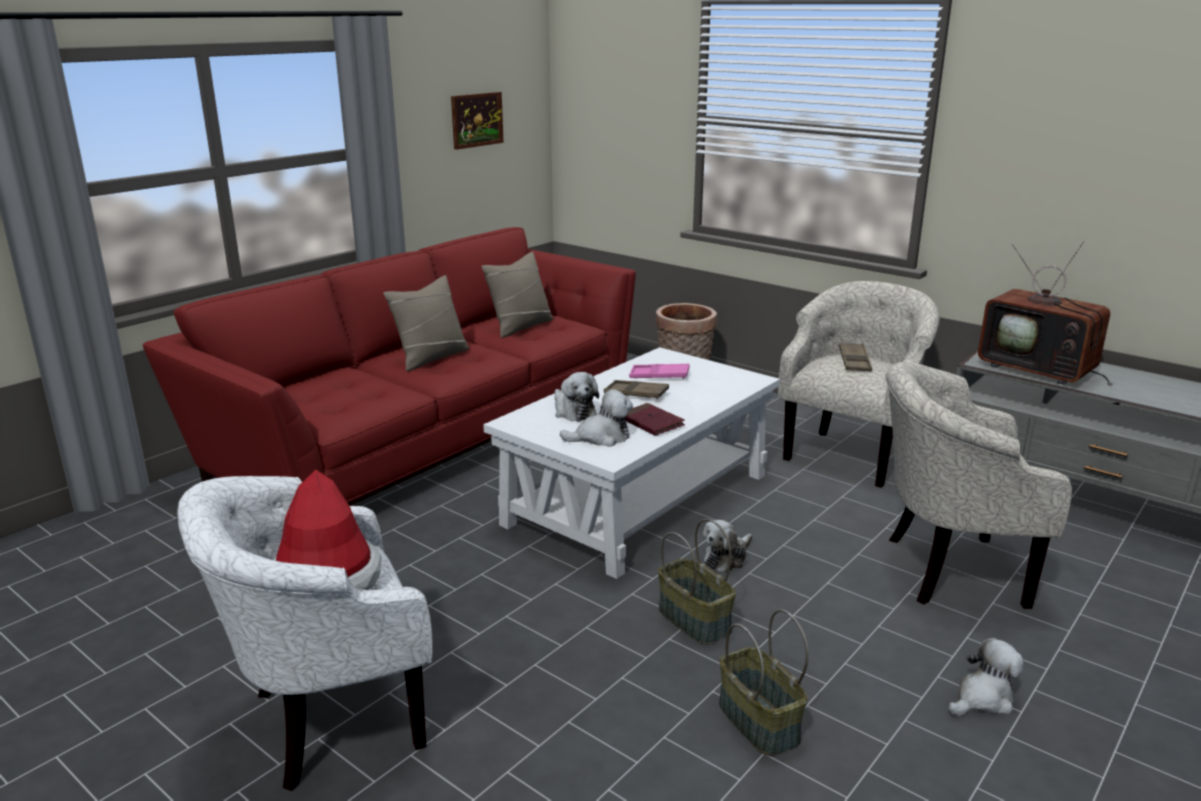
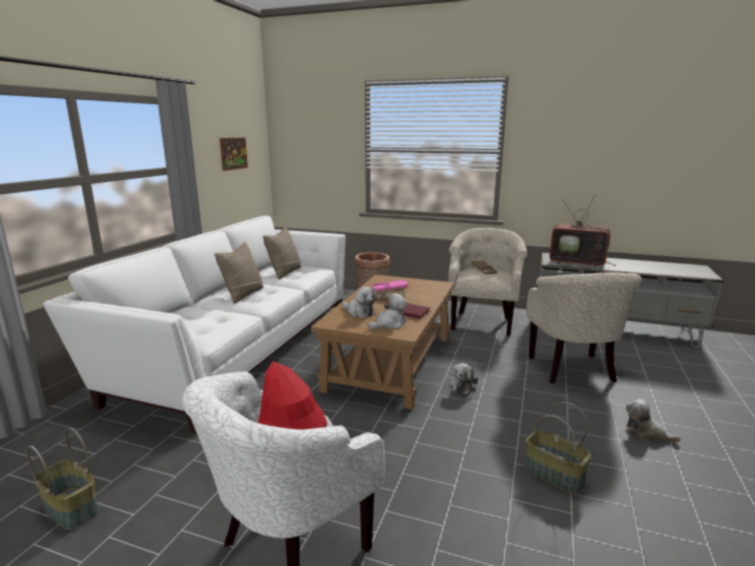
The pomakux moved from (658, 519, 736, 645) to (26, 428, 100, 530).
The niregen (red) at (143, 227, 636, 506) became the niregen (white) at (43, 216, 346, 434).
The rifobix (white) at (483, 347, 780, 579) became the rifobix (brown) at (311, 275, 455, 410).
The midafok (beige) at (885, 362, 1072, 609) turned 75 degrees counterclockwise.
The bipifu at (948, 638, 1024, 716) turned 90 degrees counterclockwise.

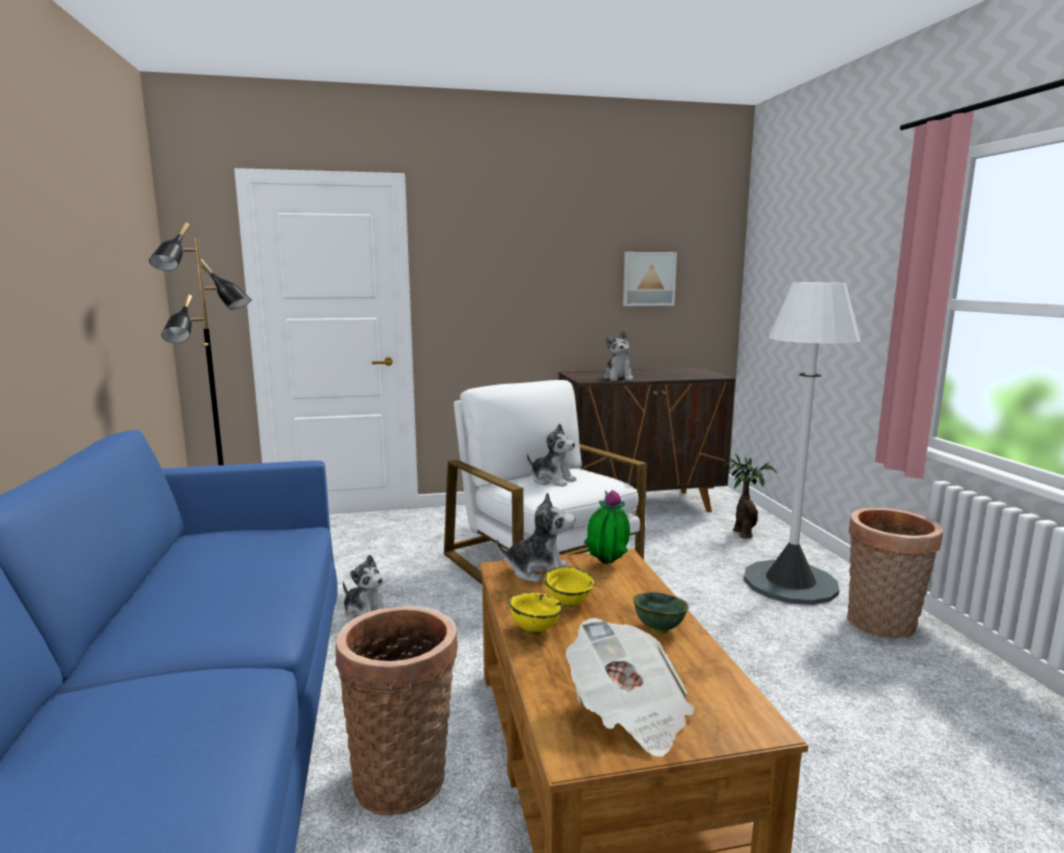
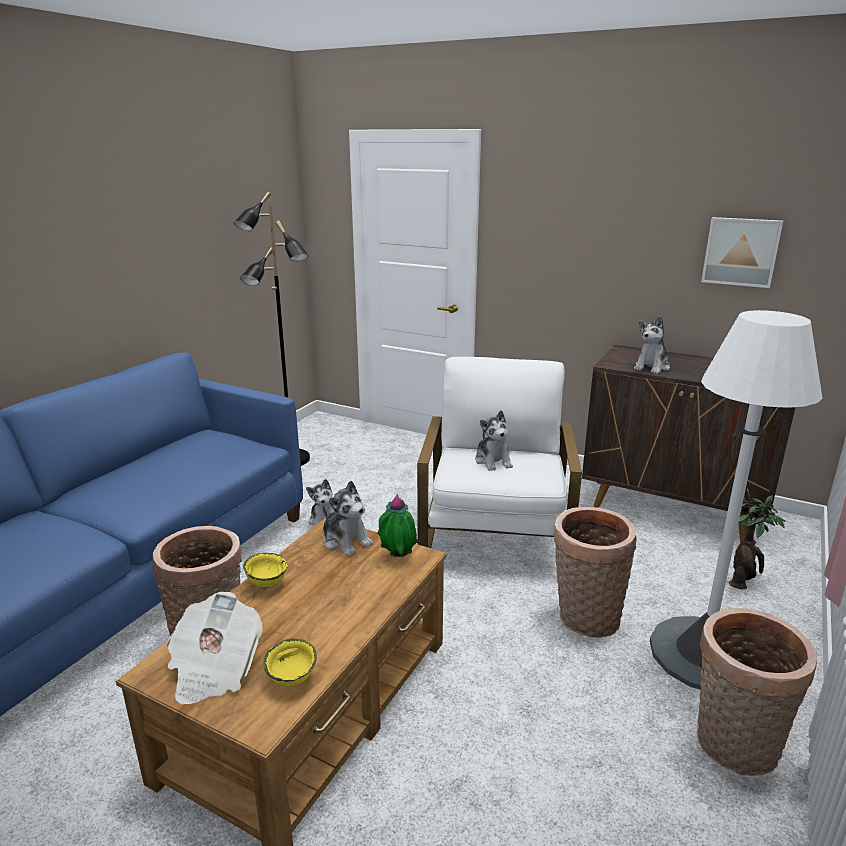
The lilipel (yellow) moved from (544, 566, 594, 607) to (263, 639, 317, 687).
The pomakux at (553, 507, 637, 638) appeared.
The lilipel (green) at (633, 592, 689, 634) disappeared.

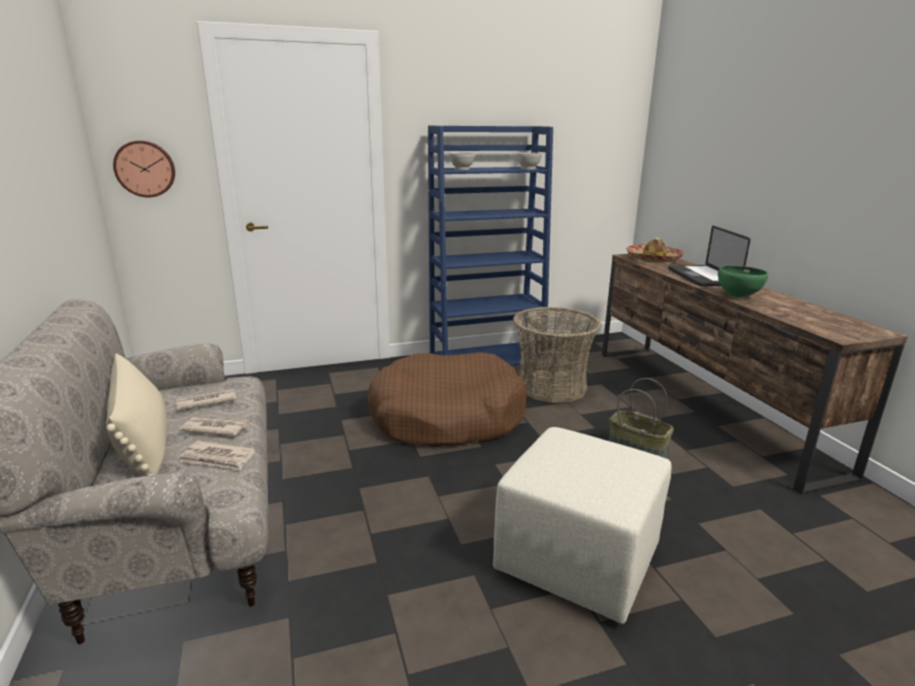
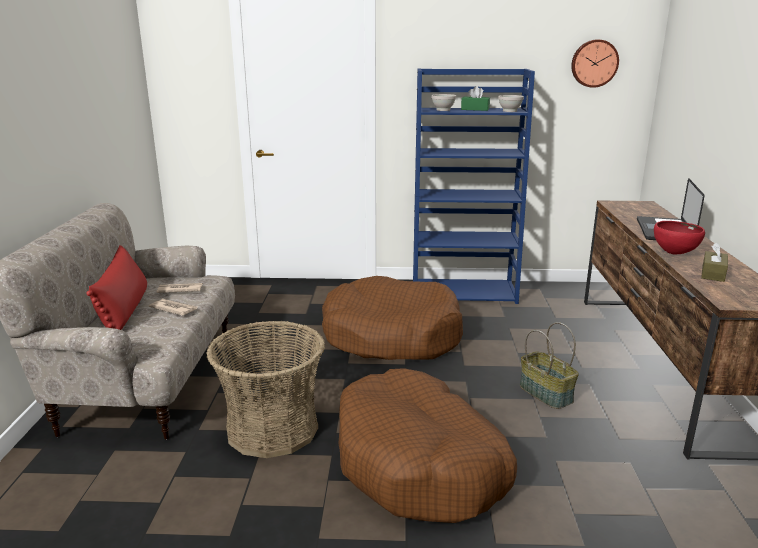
The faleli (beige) at (106, 354, 167, 476) became the faleli (red) at (86, 245, 147, 330).
The pomakux moved from (513, 307, 602, 403) to (207, 321, 325, 458).
The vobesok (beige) at (493, 427, 671, 624) was replaced by the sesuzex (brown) at (338, 368, 517, 523).
The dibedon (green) at (461, 86, 490, 111) appeared.
The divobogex moved from (113, 140, 175, 198) to (571, 40, 619, 88).
The lilipel (green) at (718, 265, 768, 298) became the lilipel (red) at (654, 221, 705, 254).
The dibedon (brown) at (701, 242, 728, 282) appeared.
The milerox at (180, 440, 255, 471) disappeared.
The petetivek at (626, 238, 684, 263) disappeared.

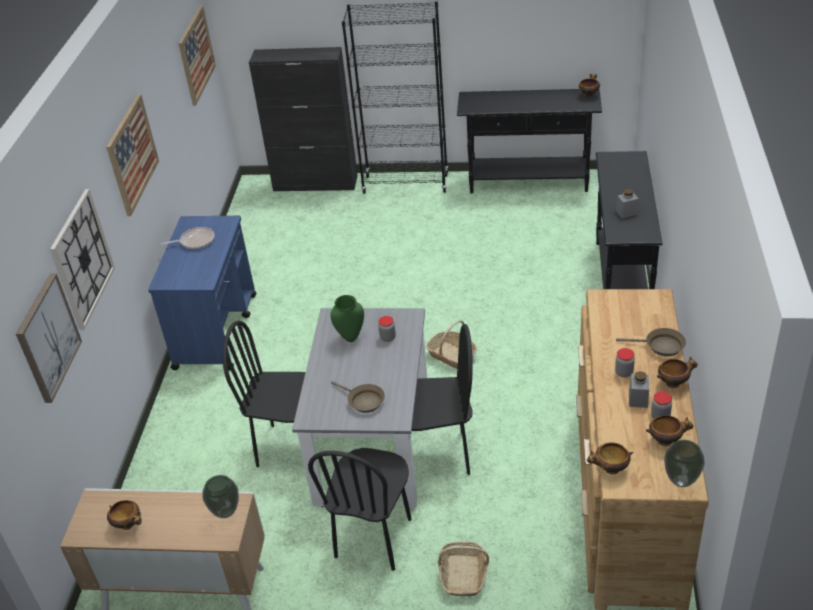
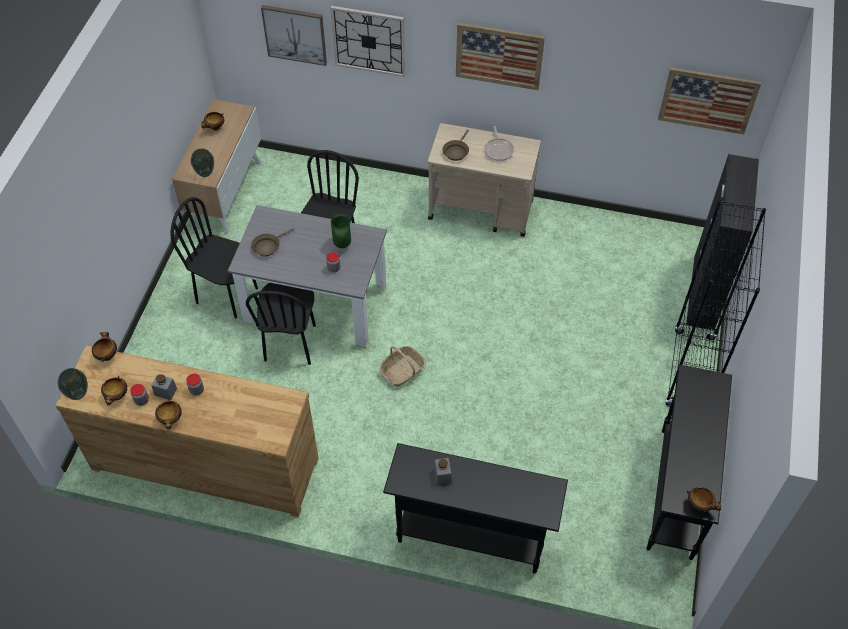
The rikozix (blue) at (148, 216, 256, 371) became the rikozix (beige) at (428, 123, 541, 237).
The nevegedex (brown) moved from (616, 328, 686, 357) to (442, 130, 469, 161).
The pomakux at (438, 541, 489, 596) disappeared.

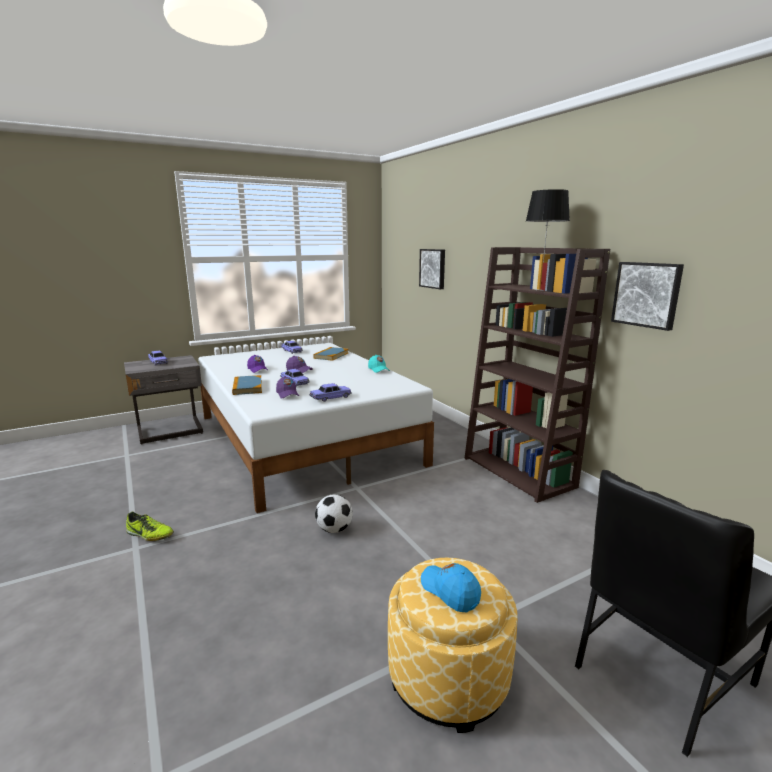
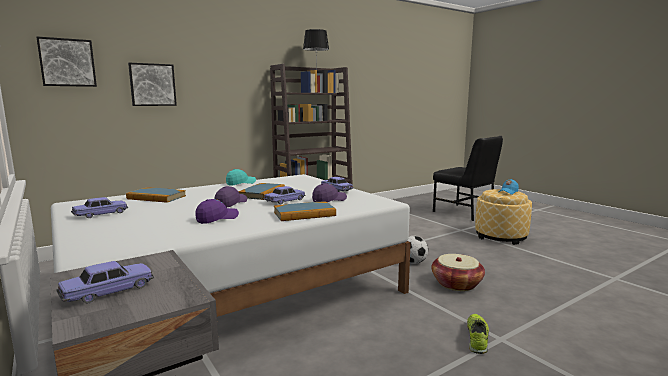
The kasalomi moved from (611, 262, 684, 331) to (36, 36, 97, 87).
The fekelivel at (238, 183, 285, 200) appeared.
The pomakux at (431, 254, 485, 291) appeared.

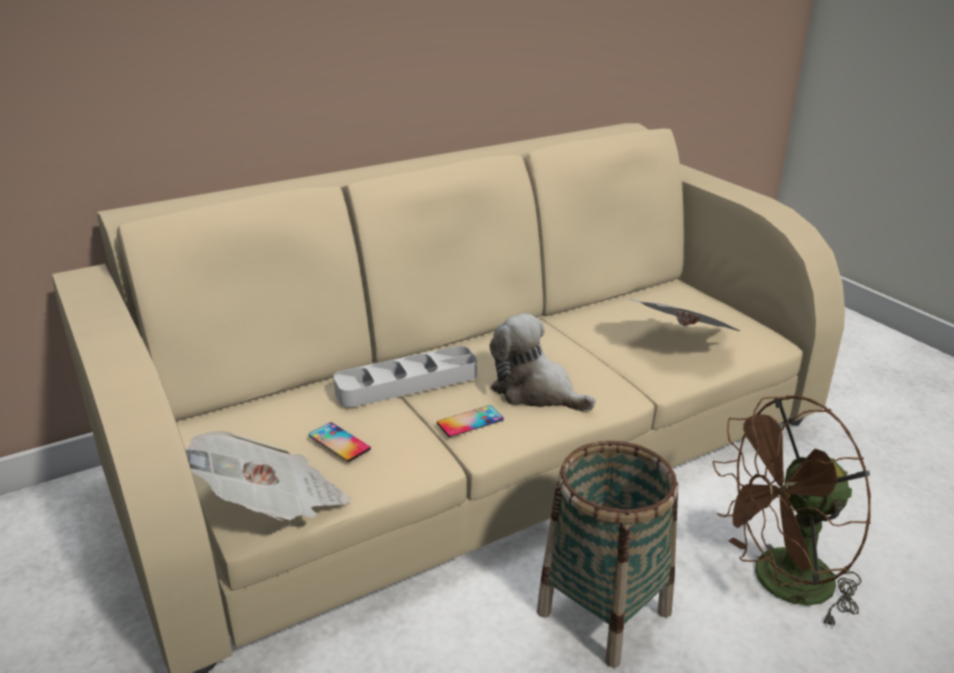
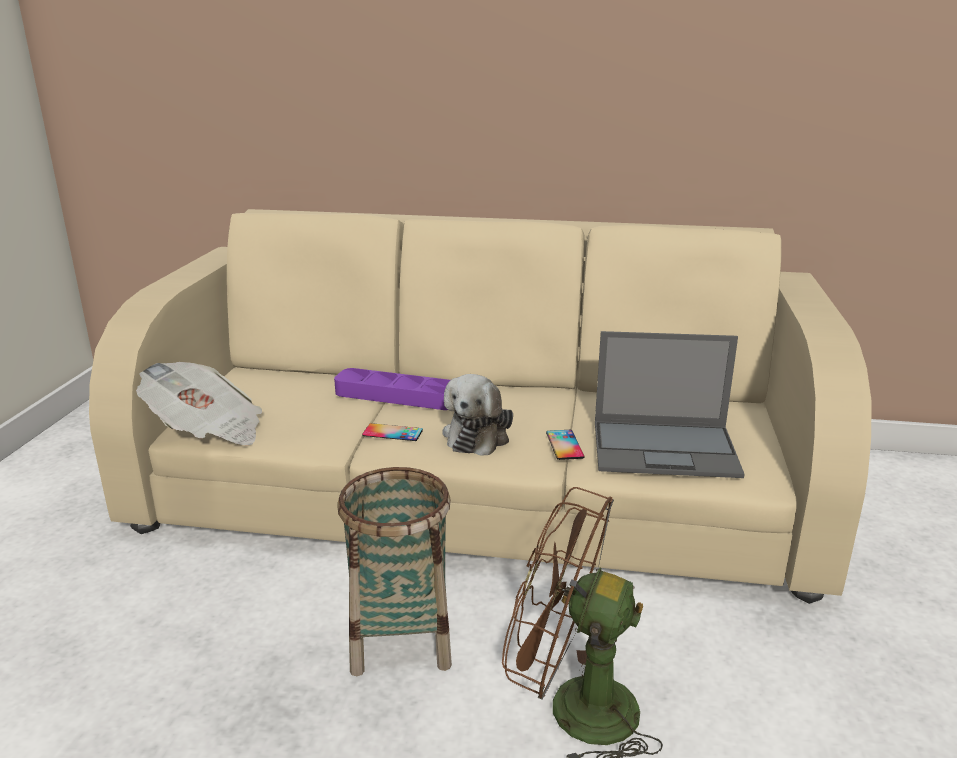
The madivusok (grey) at (333, 346, 477, 408) became the madivusok (purple) at (334, 368, 450, 410).
The bipifu at (489, 313, 596, 411) turned 150 degrees counterclockwise.
The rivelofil moved from (308, 422, 371, 462) to (546, 430, 585, 460).
The milerox at (629, 299, 740, 331) was replaced by the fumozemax at (595, 331, 745, 478).

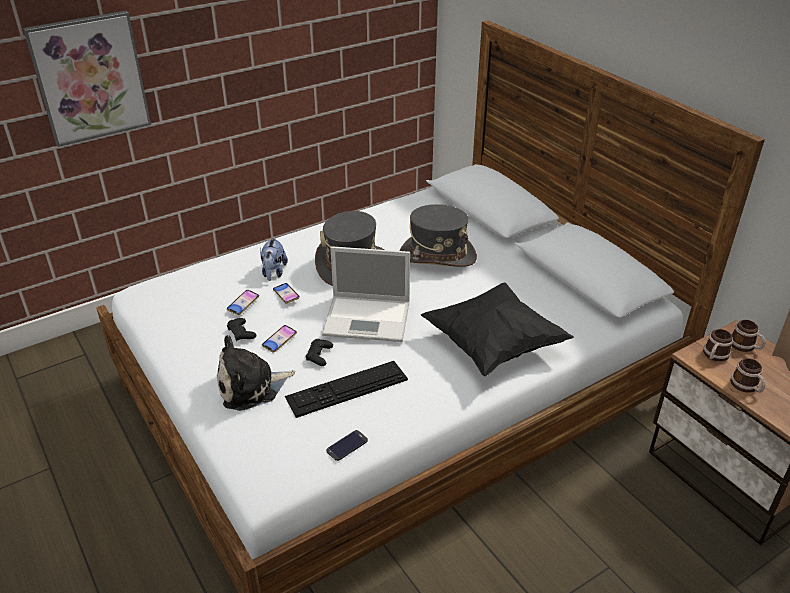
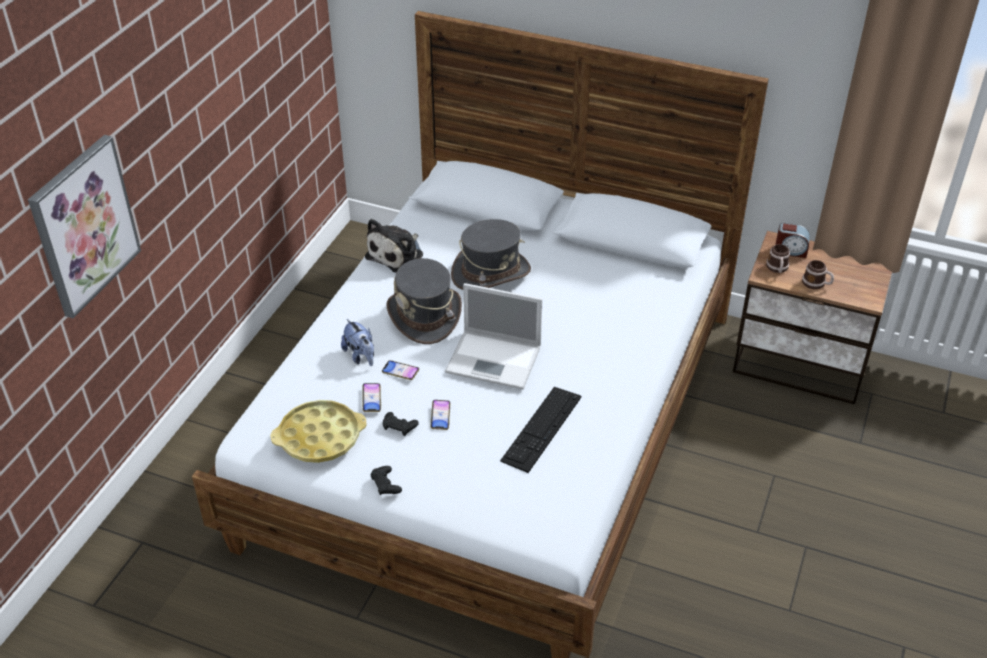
The madivusok (yellow) at (270, 400, 366, 463) appeared.
The bipifu moved from (217, 335, 295, 411) to (365, 219, 423, 272).
The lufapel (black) moved from (306, 339, 333, 366) to (370, 466, 402, 495).
The fumozemax at (322, 246, 410, 342) turned 45 degrees clockwise.
The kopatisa at (731, 320, 766, 352) was replaced by the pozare at (775, 222, 810, 258).
The rivelofil at (326, 430, 368, 461) disappeared.
The faleli (black) at (421, 283, 574, 376) disappeared.

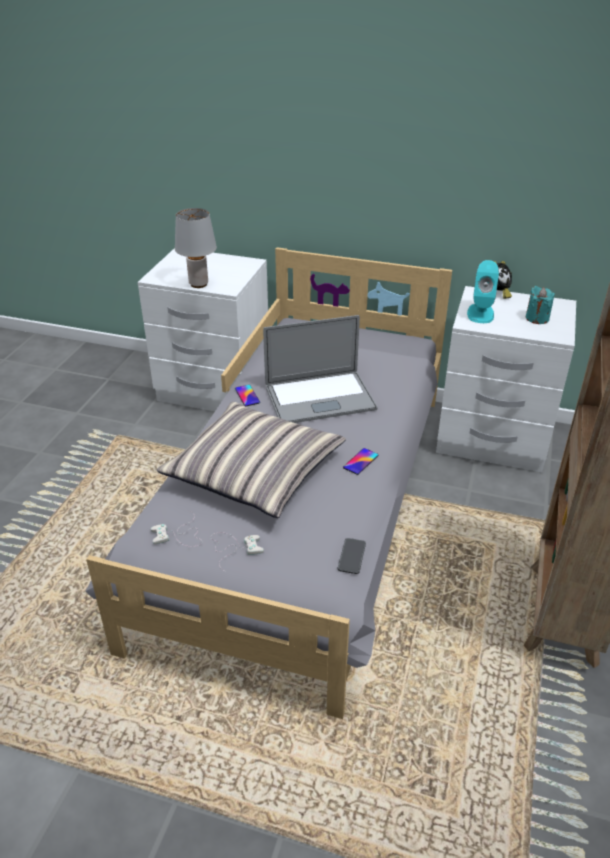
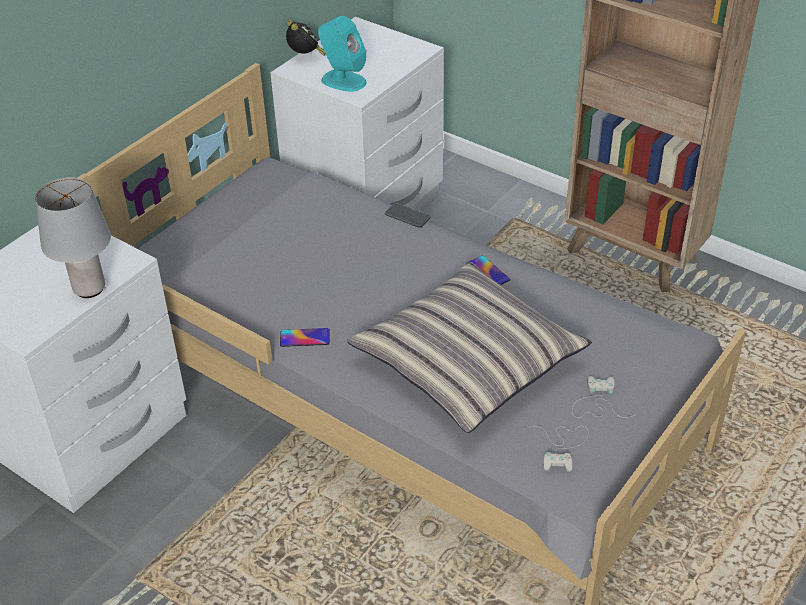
The rivelofil moved from (338, 538, 366, 574) to (385, 203, 431, 228).
The fumozemax at (263, 315, 377, 423) disappeared.
The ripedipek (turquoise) at (526, 286, 555, 324) disappeared.

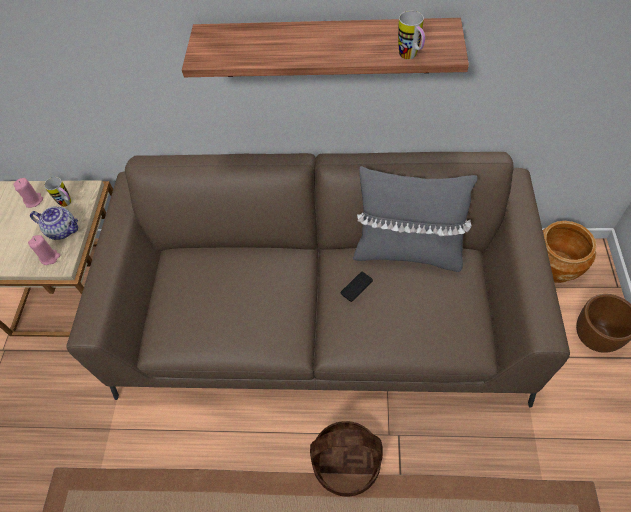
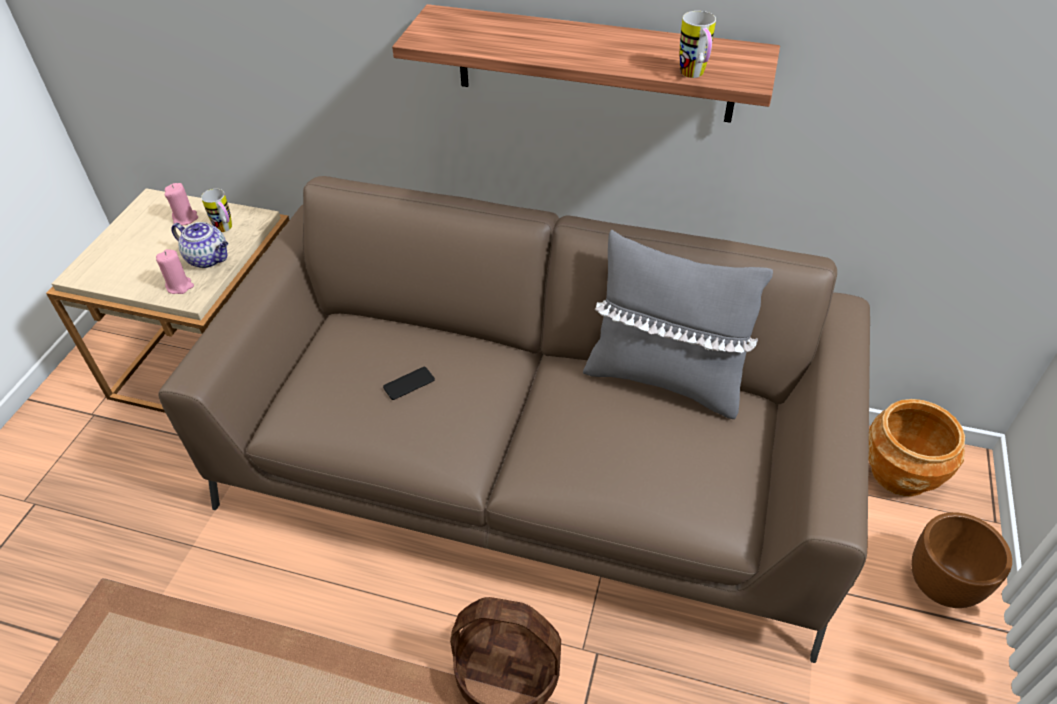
The rivelofil moved from (341, 272, 373, 302) to (383, 367, 435, 400).

